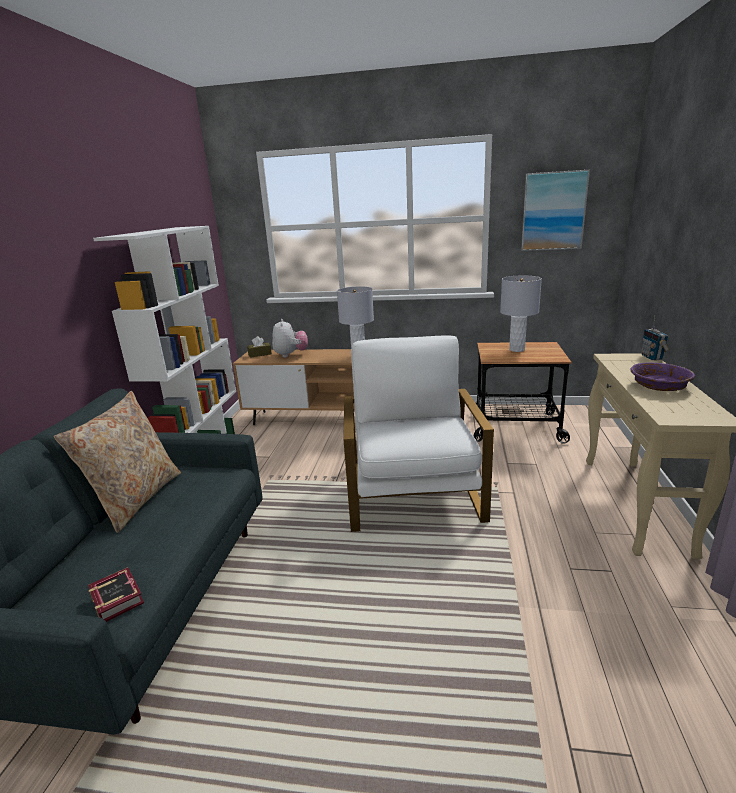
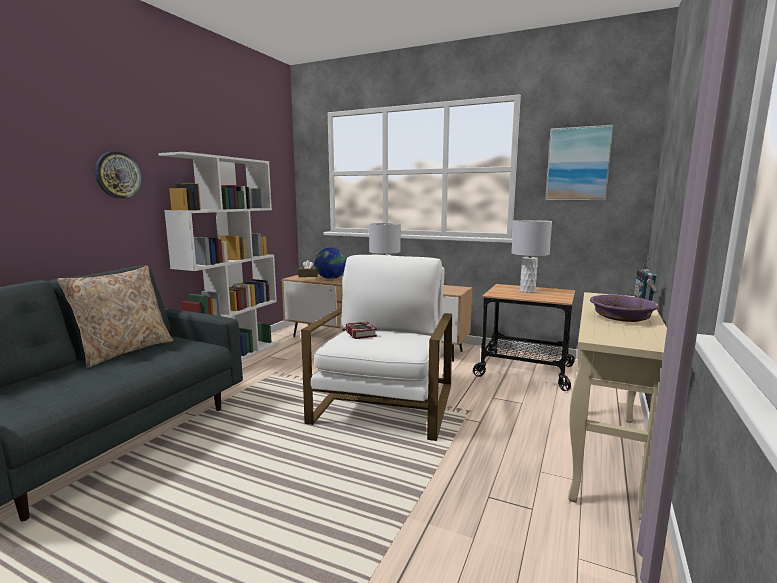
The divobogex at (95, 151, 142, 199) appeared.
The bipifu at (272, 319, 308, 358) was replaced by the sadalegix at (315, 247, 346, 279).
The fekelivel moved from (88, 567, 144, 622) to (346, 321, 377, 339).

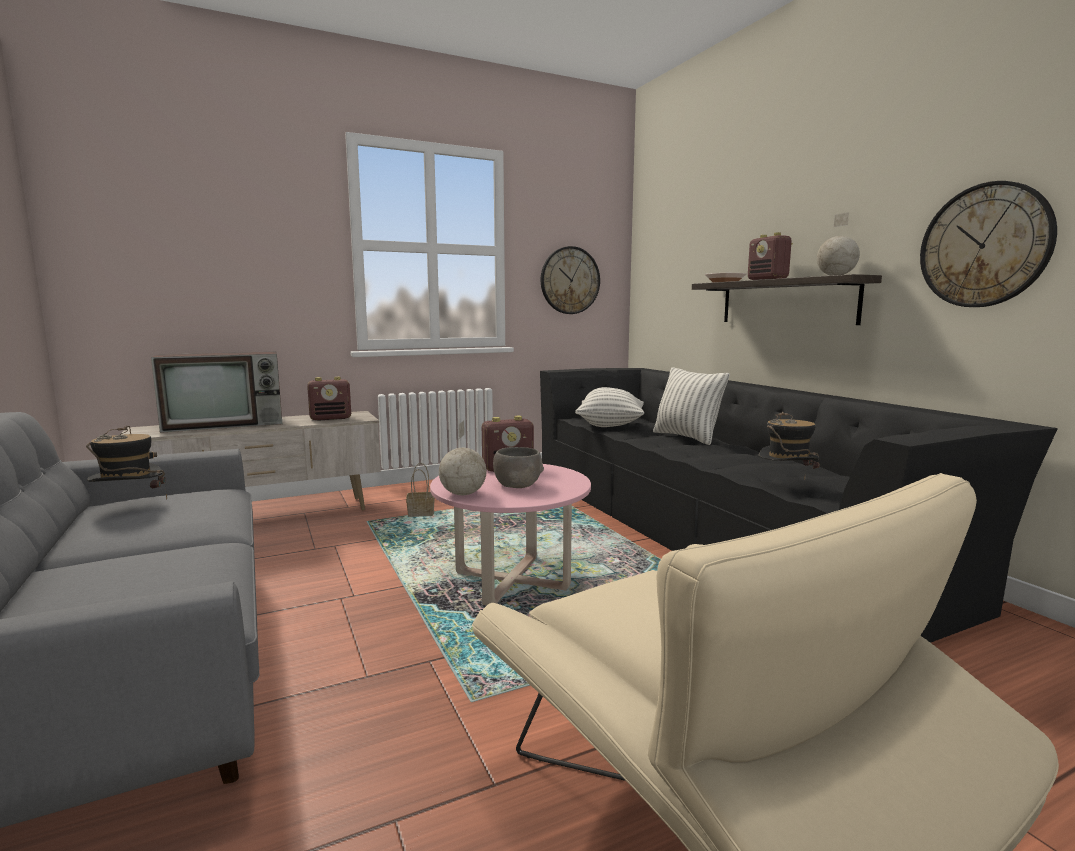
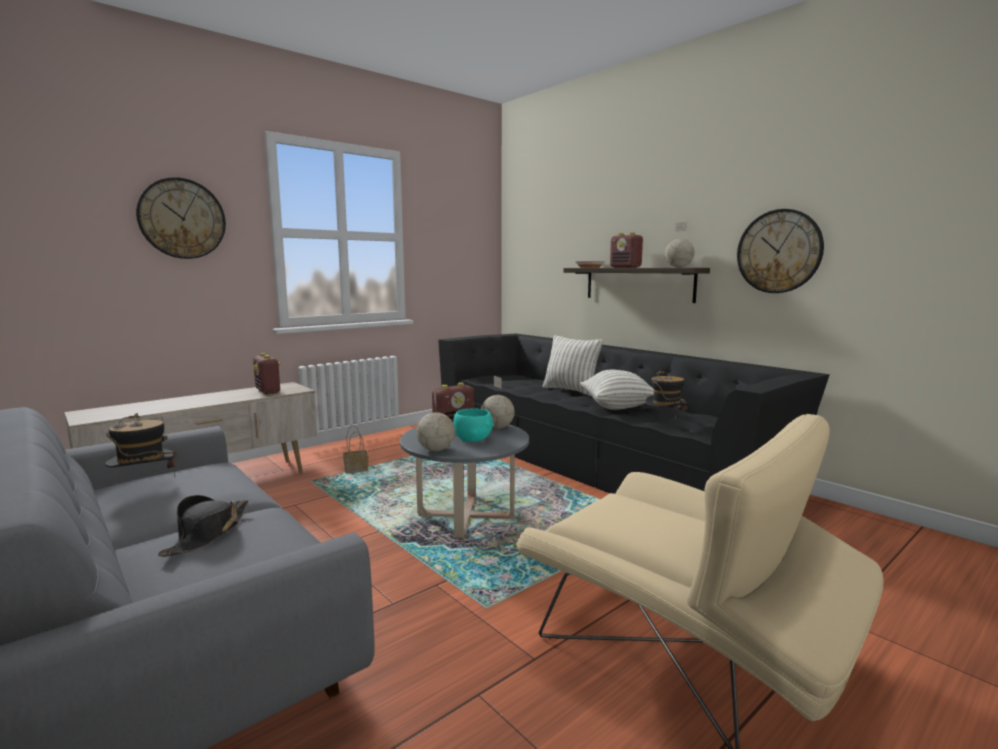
The divobogex moved from (541, 246, 600, 314) to (136, 177, 226, 259).
The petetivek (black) at (158, 495, 248, 557) appeared.
The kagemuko at (307, 377, 351, 421) turned 90 degrees clockwise.
The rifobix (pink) at (430, 464, 591, 605) became the rifobix (grey) at (400, 425, 529, 538).
The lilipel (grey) at (493, 447, 544, 488) became the lilipel (turquoise) at (453, 408, 494, 442).
The sadalegix at (481, 376, 515, 429) appeared.
The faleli moved from (575, 387, 644, 427) to (580, 370, 654, 410).
The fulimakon at (151, 352, 282, 433) disappeared.

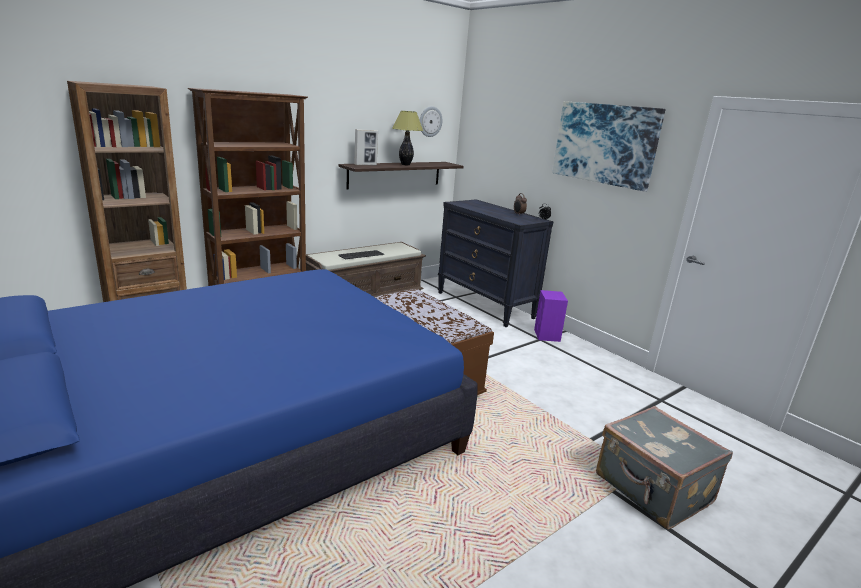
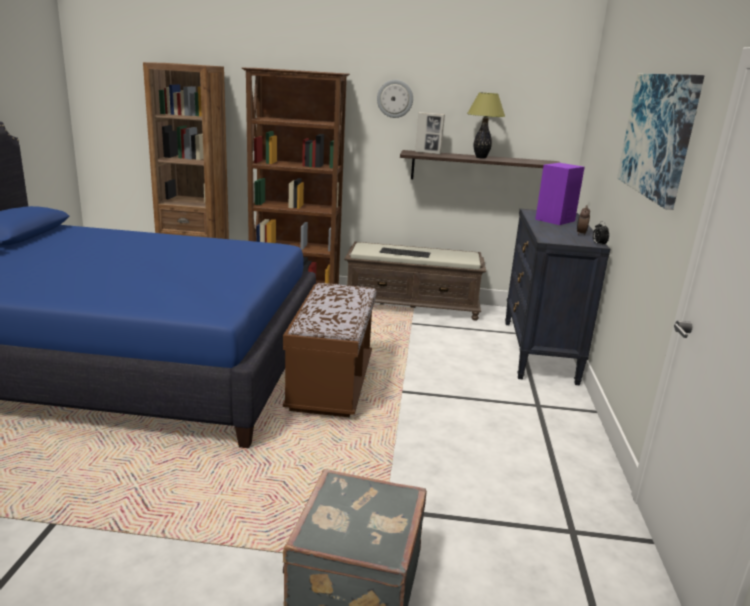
The divobogex moved from (420, 106, 442, 137) to (377, 80, 413, 118).
The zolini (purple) moved from (534, 290, 568, 342) to (535, 163, 585, 225).

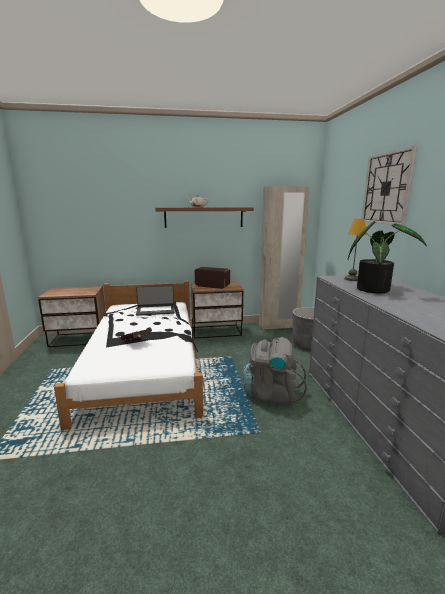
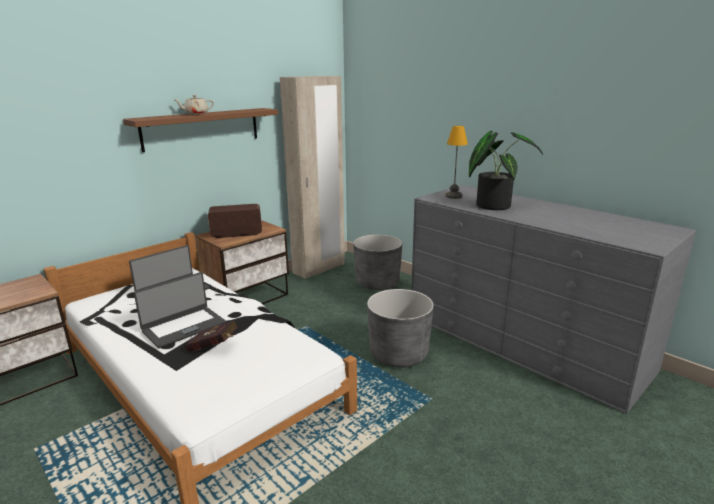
The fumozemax at (134, 272, 226, 348) appeared.
The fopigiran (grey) at (242, 337, 307, 404) was replaced by the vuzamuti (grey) at (367, 289, 434, 368).
The divobogex at (362, 146, 417, 226) disappeared.

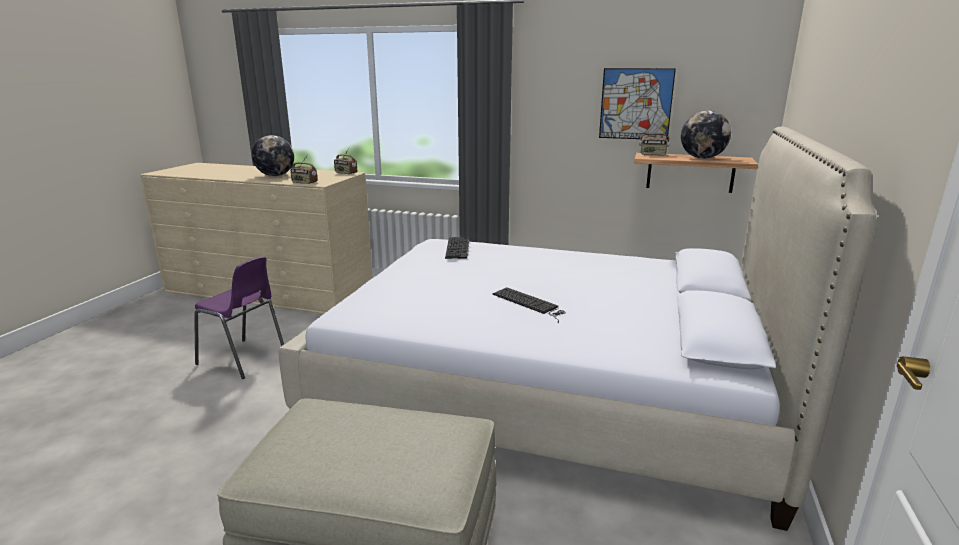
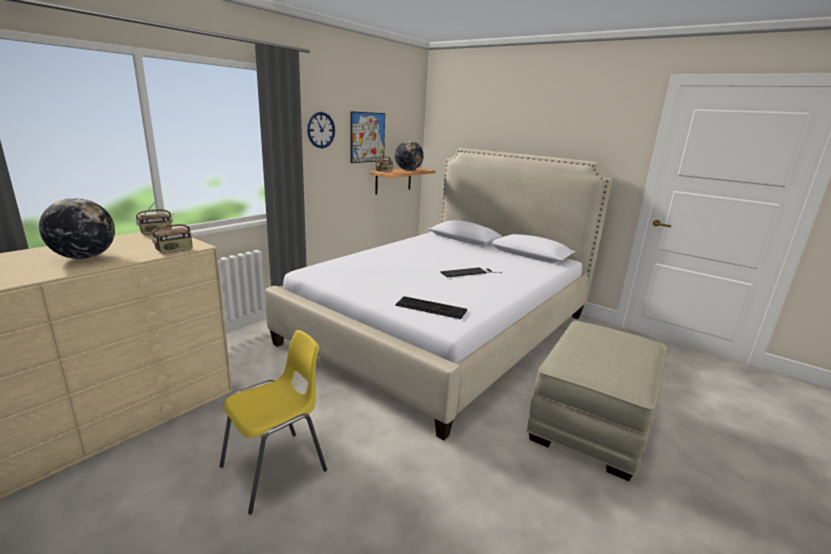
The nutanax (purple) at (194, 256, 284, 379) became the nutanax (yellow) at (220, 330, 327, 515).
The divobogex at (307, 112, 335, 148) appeared.
The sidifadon moved from (445, 237, 469, 259) to (395, 296, 467, 319).

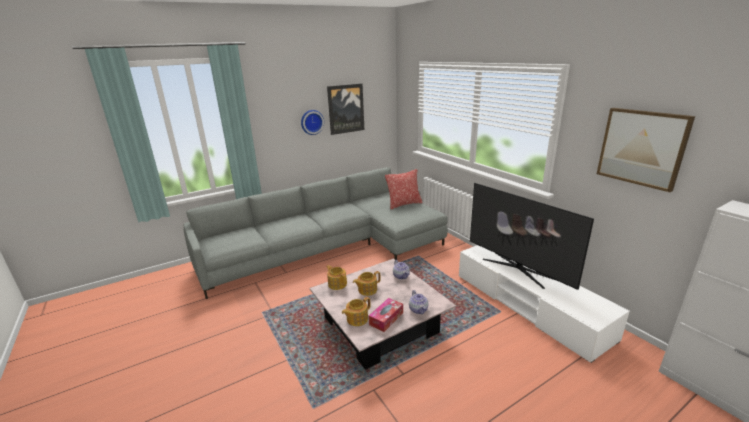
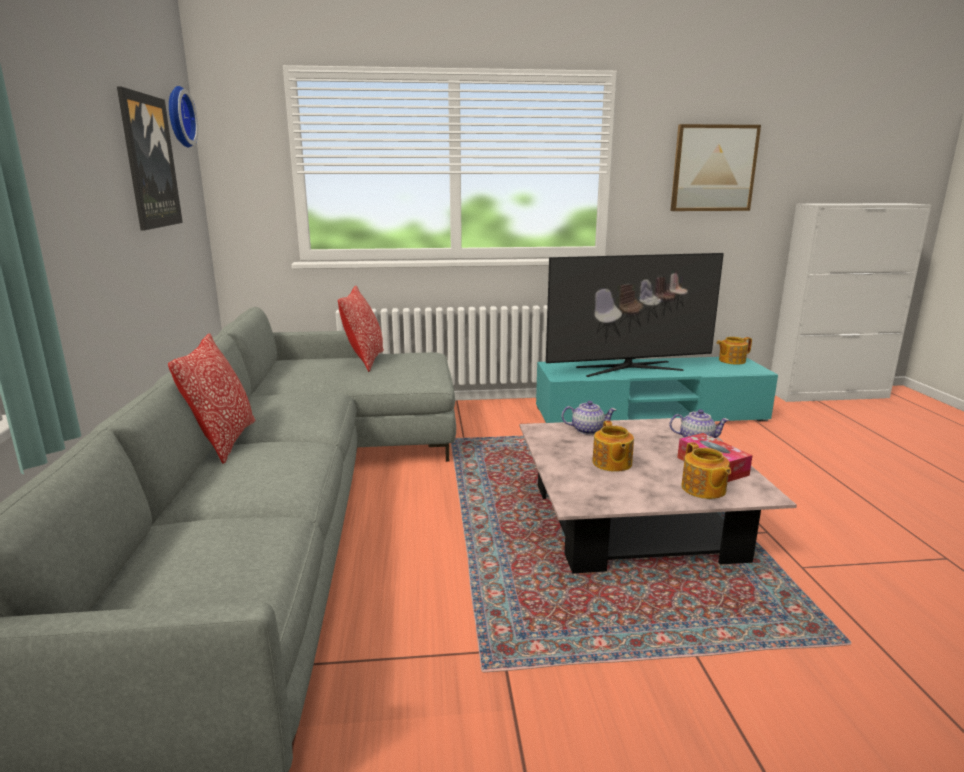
The faleli at (168, 333, 256, 464) appeared.
The divobogex moved from (301, 110, 324, 135) to (169, 86, 198, 148).
The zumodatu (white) at (459, 245, 630, 363) became the zumodatu (turquoise) at (536, 357, 778, 423).
The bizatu moved from (326, 265, 347, 290) to (717, 337, 752, 364).

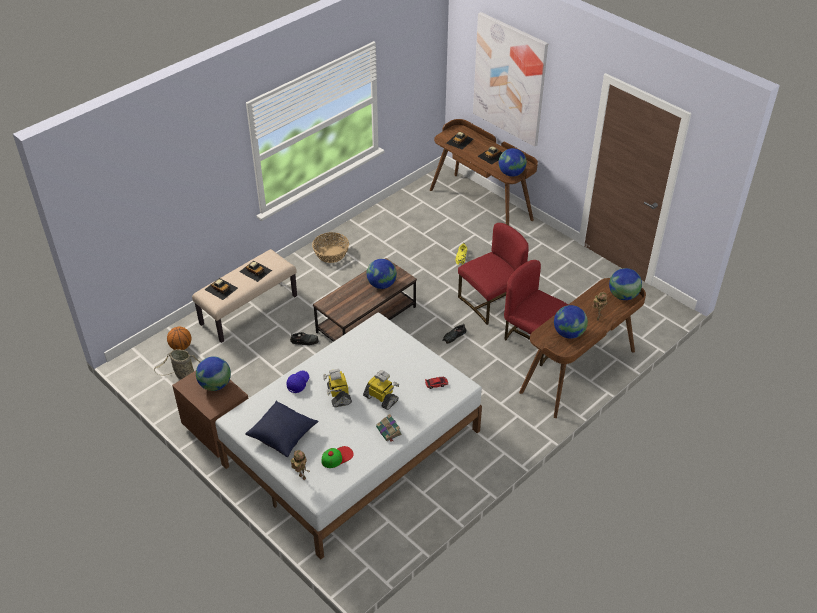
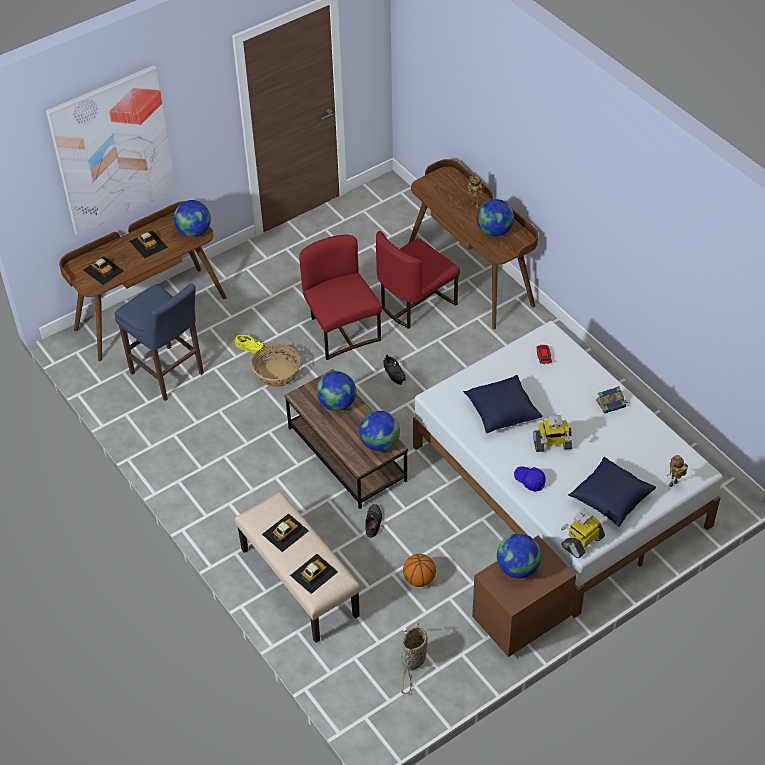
The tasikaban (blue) at (115, 283, 204, 401) appeared.
The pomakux moved from (312, 232, 349, 263) to (251, 344, 301, 387).
The sadalegix moved from (609, 268, 642, 300) to (359, 411, 400, 451).
The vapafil moved from (167, 327, 191, 350) to (403, 554, 436, 587).
The faleli (blue) at (463, 375, 542, 433) appeared.
The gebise moved from (363, 370, 399, 410) to (561, 508, 605, 558).
The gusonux at (322, 446, 354, 468) disappeared.

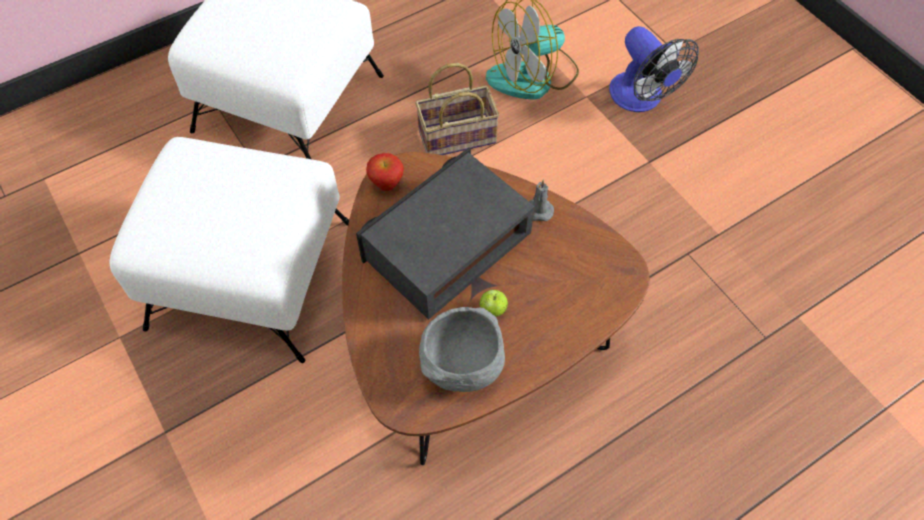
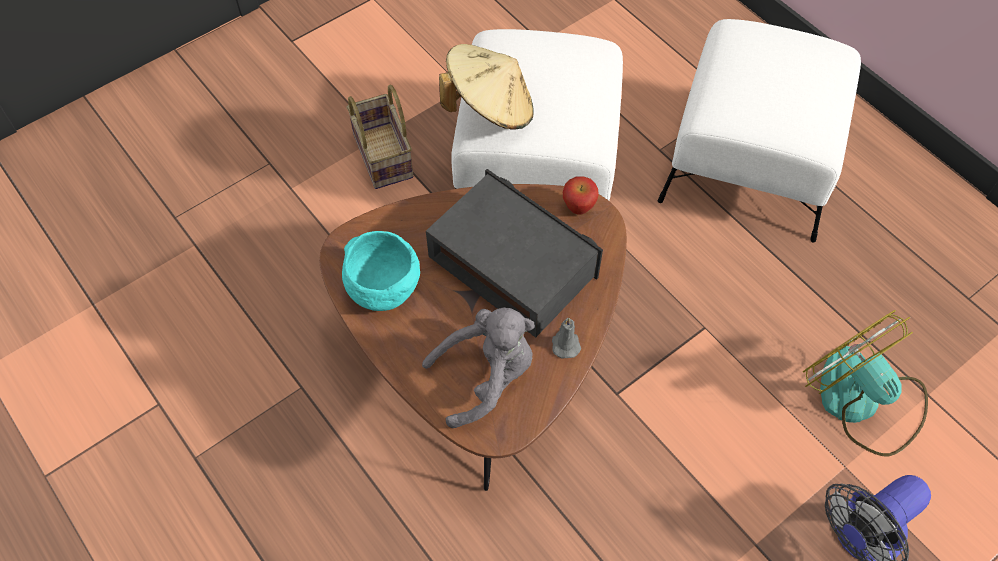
The lilipel (grey) at (419, 307, 505, 392) became the lilipel (turquoise) at (342, 231, 420, 311).
The pomakux moved from (415, 63, 500, 155) to (347, 85, 413, 189).
The bipifu (grey) at (422, 308, 535, 428) appeared.
The petetivek (beige) at (439, 44, 534, 130) appeared.
The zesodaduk at (480, 290, 508, 317) disappeared.

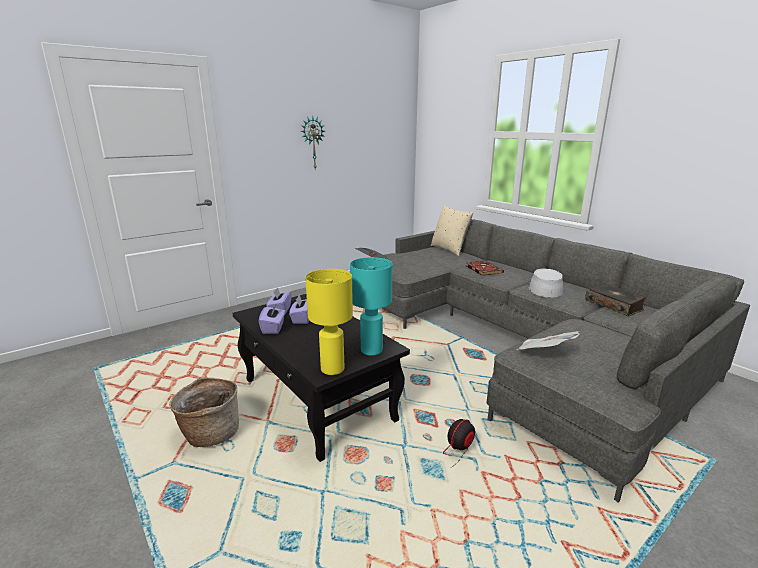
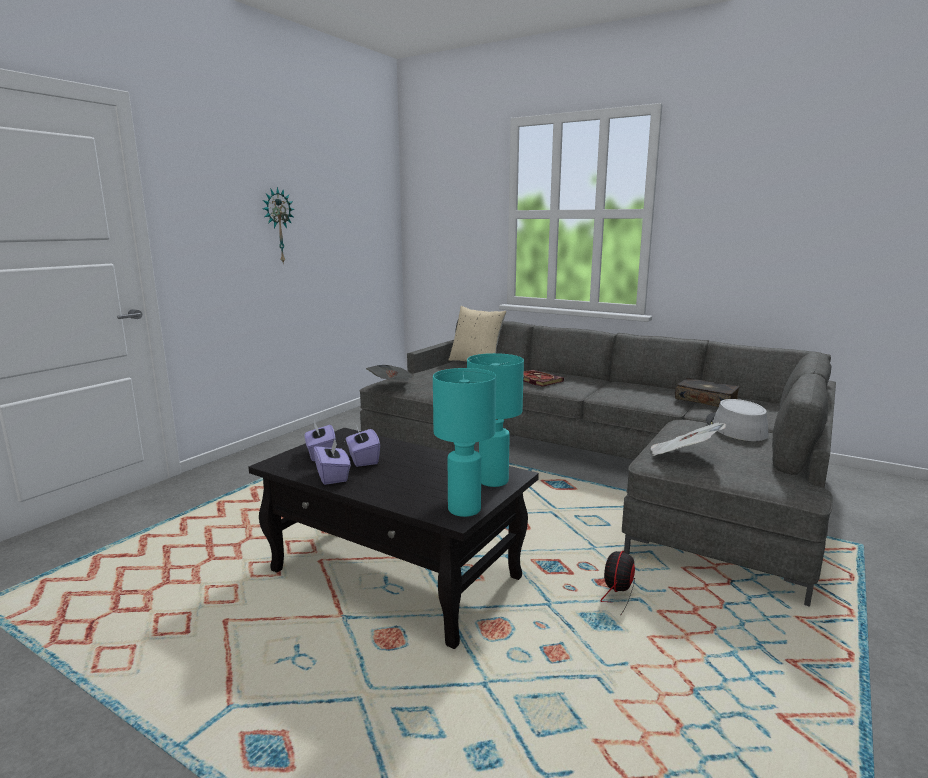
The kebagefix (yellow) at (305, 269, 353, 375) became the kebagefix (turquoise) at (433, 368, 496, 517).
The petetivek (grey) moved from (528, 269, 564, 298) to (706, 399, 768, 441).
The pomakux at (169, 377, 239, 447) disappeared.

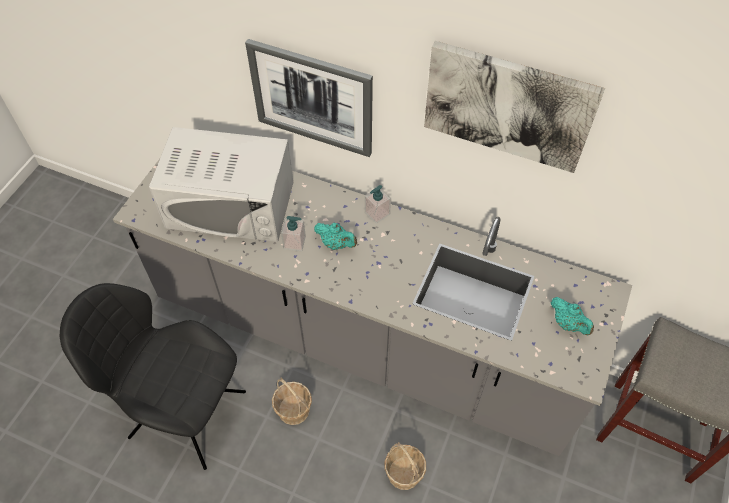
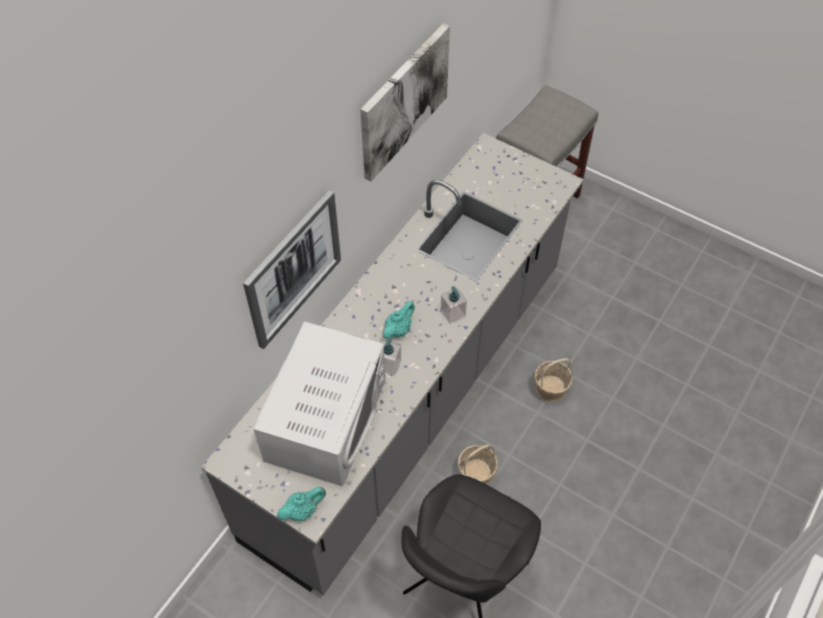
The bizatu (turquoise) moved from (550, 297, 594, 335) to (277, 487, 326, 521).
The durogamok moved from (365, 185, 391, 224) to (441, 286, 467, 324).

